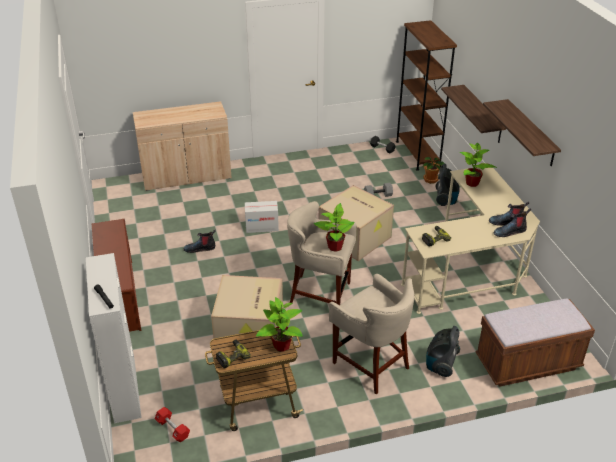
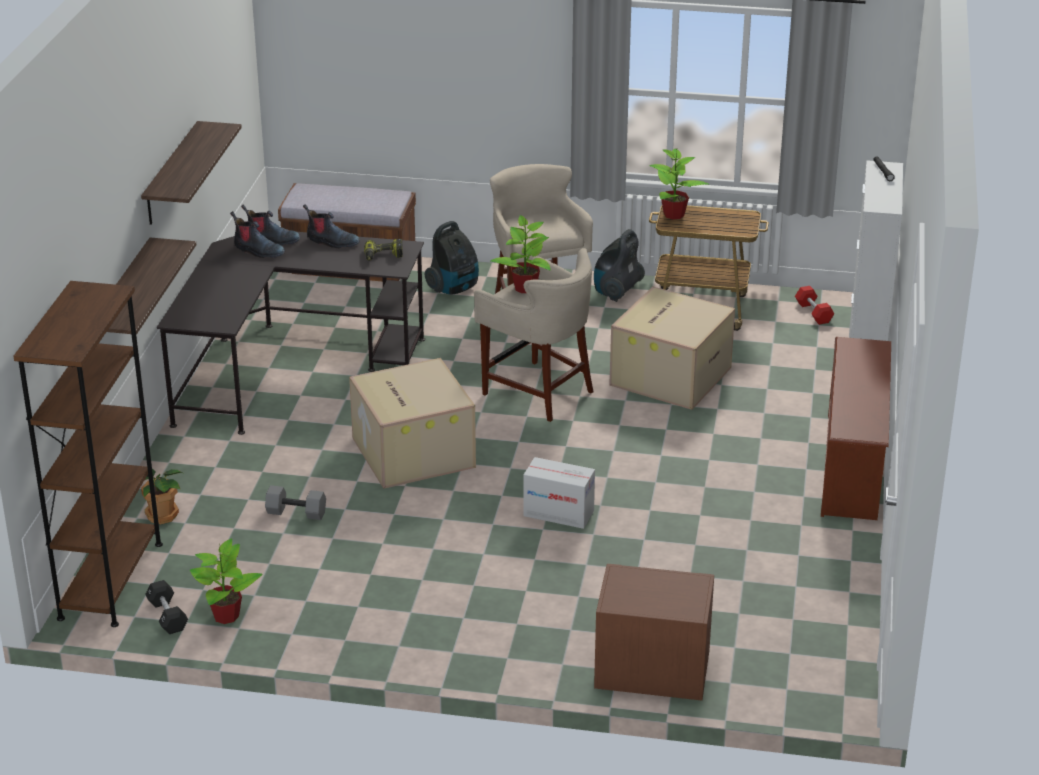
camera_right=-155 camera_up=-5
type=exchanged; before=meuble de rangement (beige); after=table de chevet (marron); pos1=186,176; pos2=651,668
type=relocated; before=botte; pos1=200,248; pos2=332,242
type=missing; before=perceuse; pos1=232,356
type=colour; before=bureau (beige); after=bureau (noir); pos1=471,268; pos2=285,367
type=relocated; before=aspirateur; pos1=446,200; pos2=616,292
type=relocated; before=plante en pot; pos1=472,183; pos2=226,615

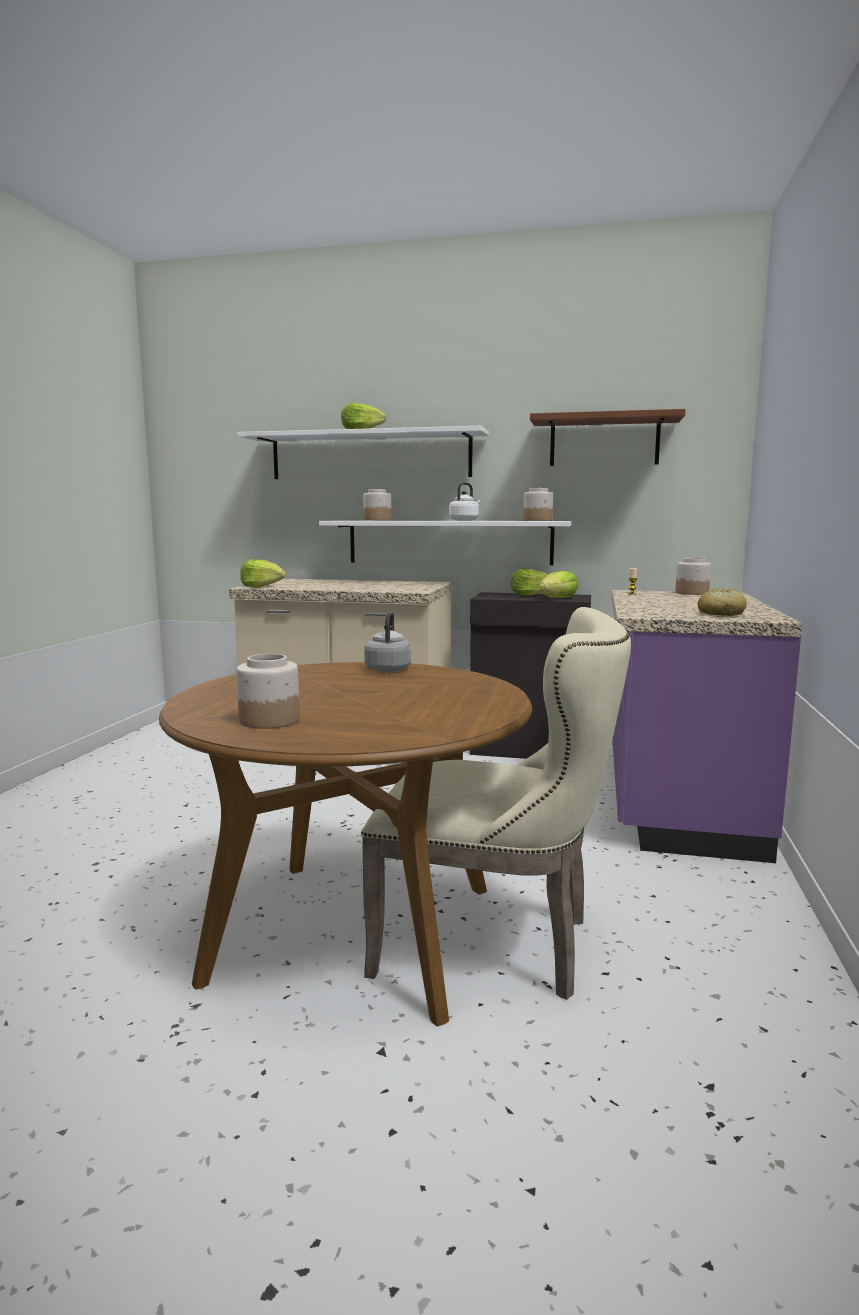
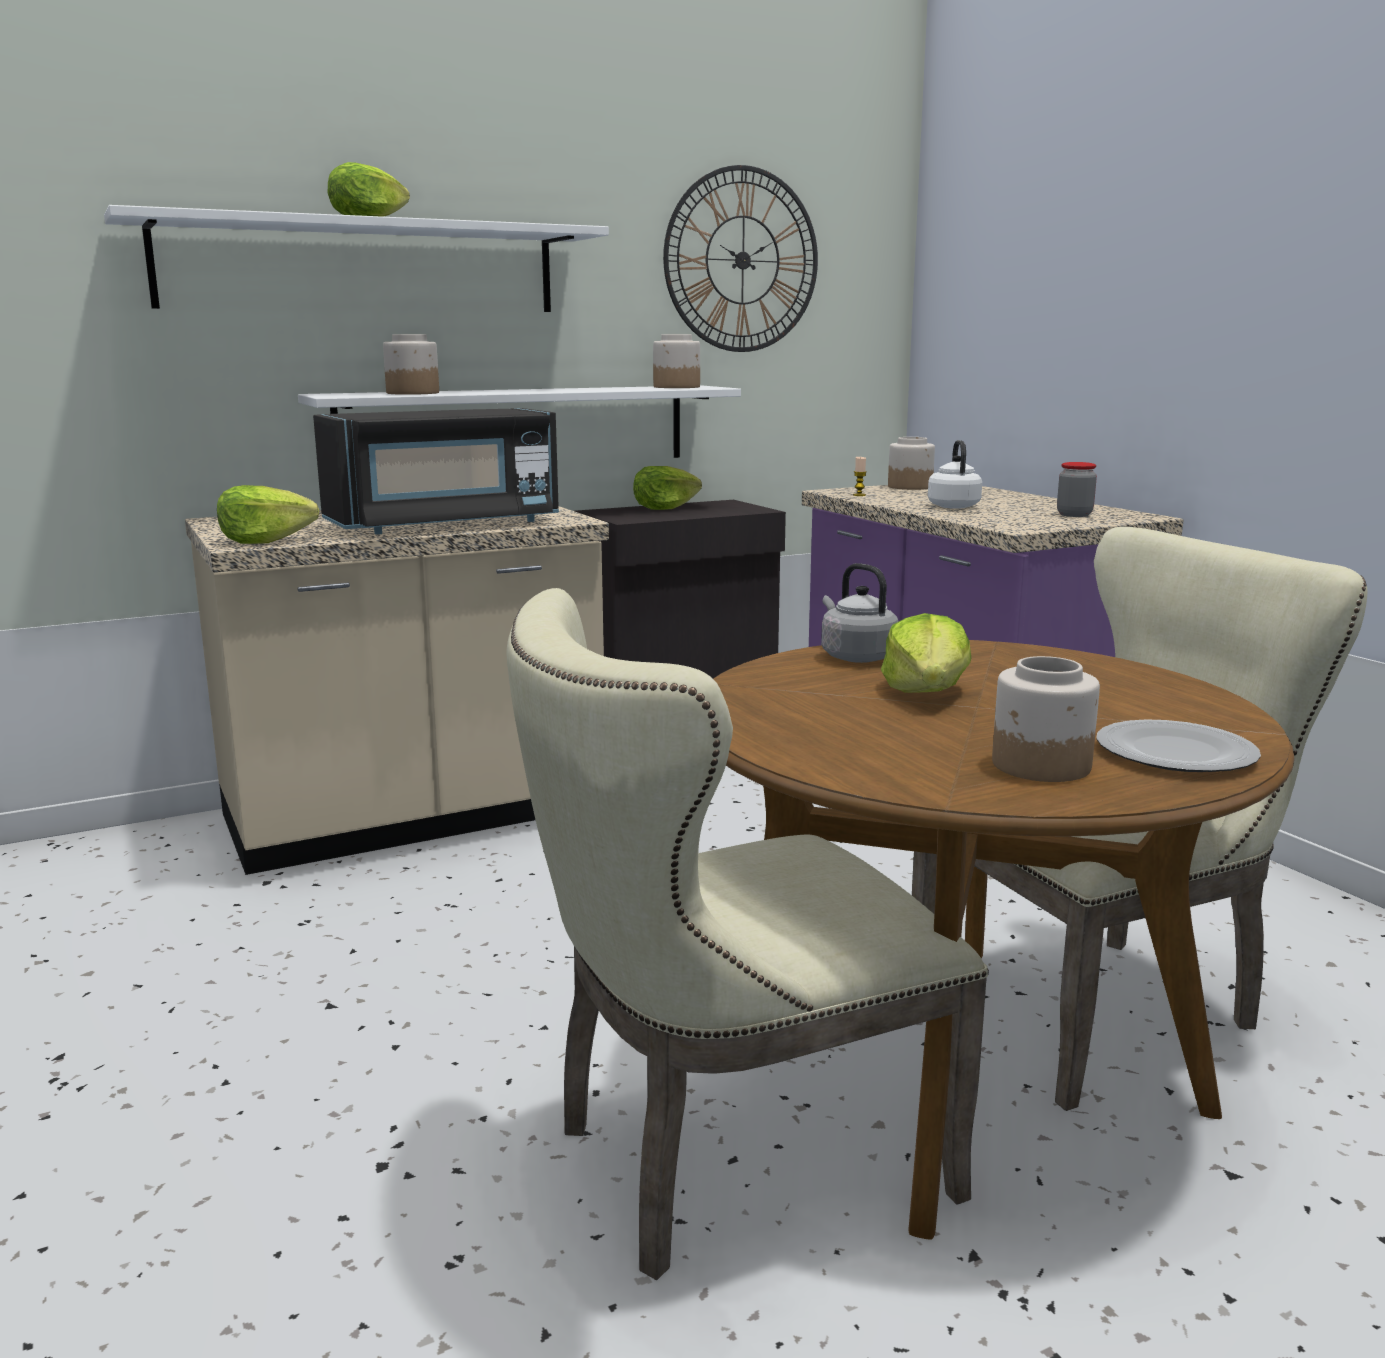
camera_right=-40 camera_up=5
type=relocated; before=bouilloire (blanc); pos1=465,520; pos2=953,506
type=exchanged; before=étagère (marron); after=horloge murale; pos1=604,441; pos2=742,260
type=relocated; before=laitue; pos1=558,598; pos2=926,693
type=exchanged; before=pain; after=bocal; pos1=721,613; pos2=1074,515
type=appeared; after=micro-ondes (noir); pos2=444,524
type=appeared; after=chaise (beige); pos2=726,1160
type=appeared; after=assiette; pos2=1175,754

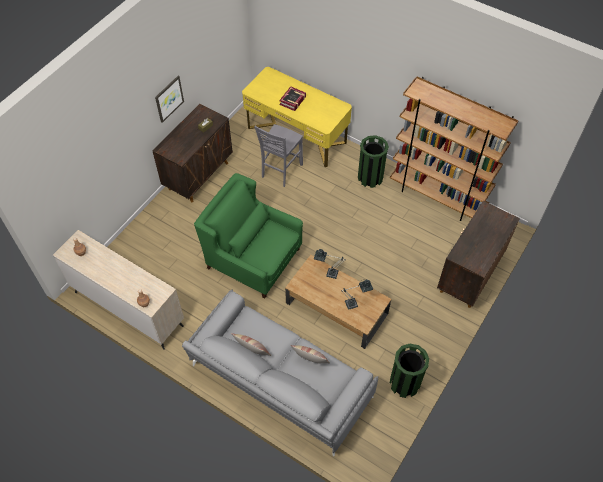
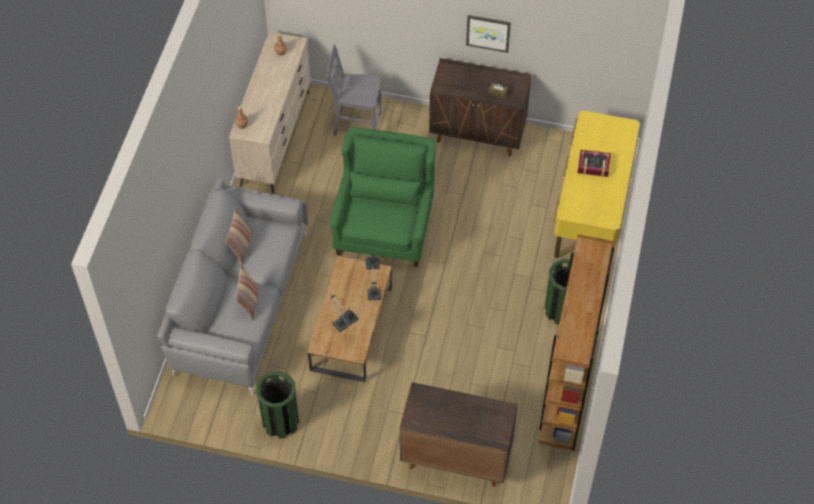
camera_right=70 camera_up=0
type=relocated; before=chaise (gris); pos1=280,171; pos2=356,125

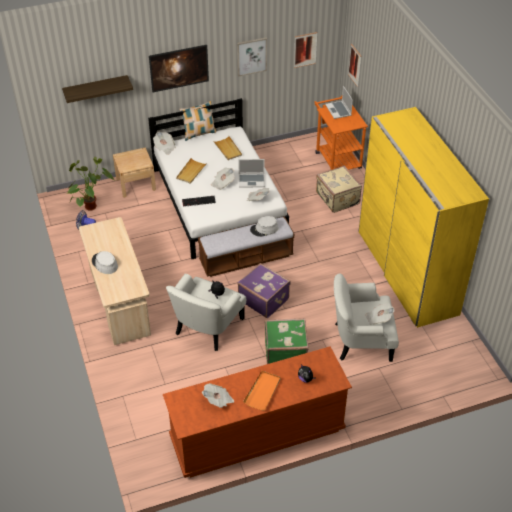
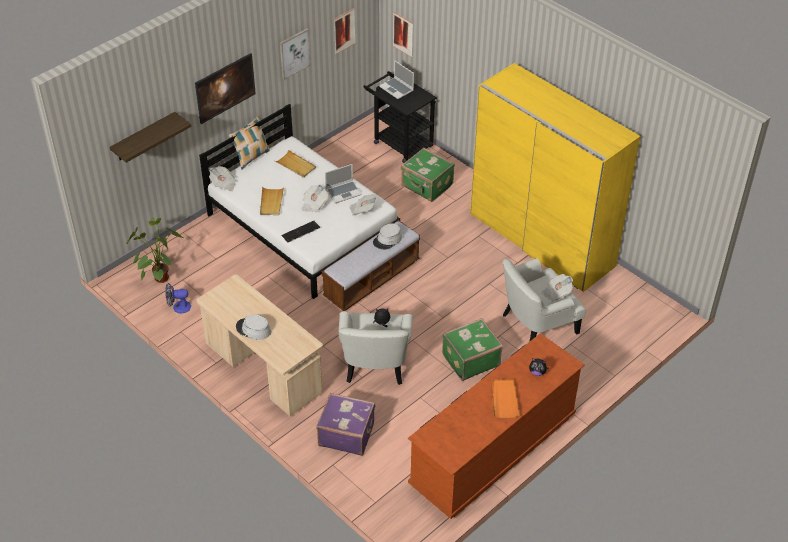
camera_right=-25 camera_up=0
type=missing; before=table de chevet (beige); pos1=136,184
type=missing; before=journal; pos1=218,400
type=relocated; before=valise (violet); pos1=264,299; pos2=346,434
type=colour; before=chariot (orange); after=chariot (noir); pos1=336,158; pos2=399,142
type=colour; before=valise (beige); after=valise (vert); pos1=337,199; pos2=426,186

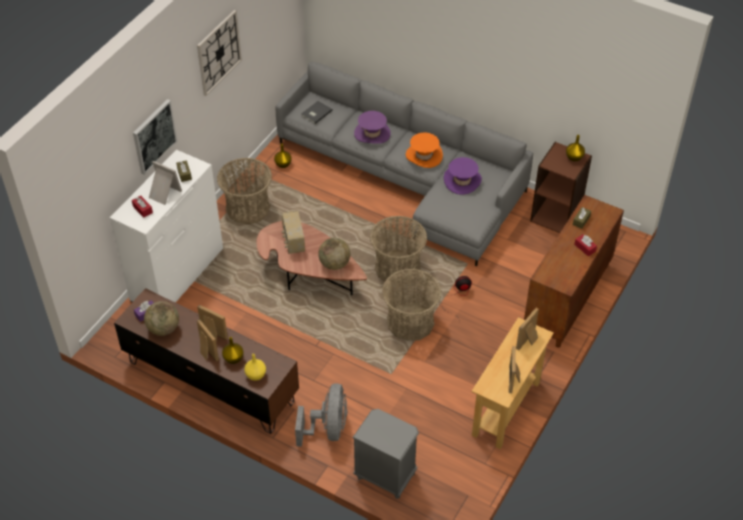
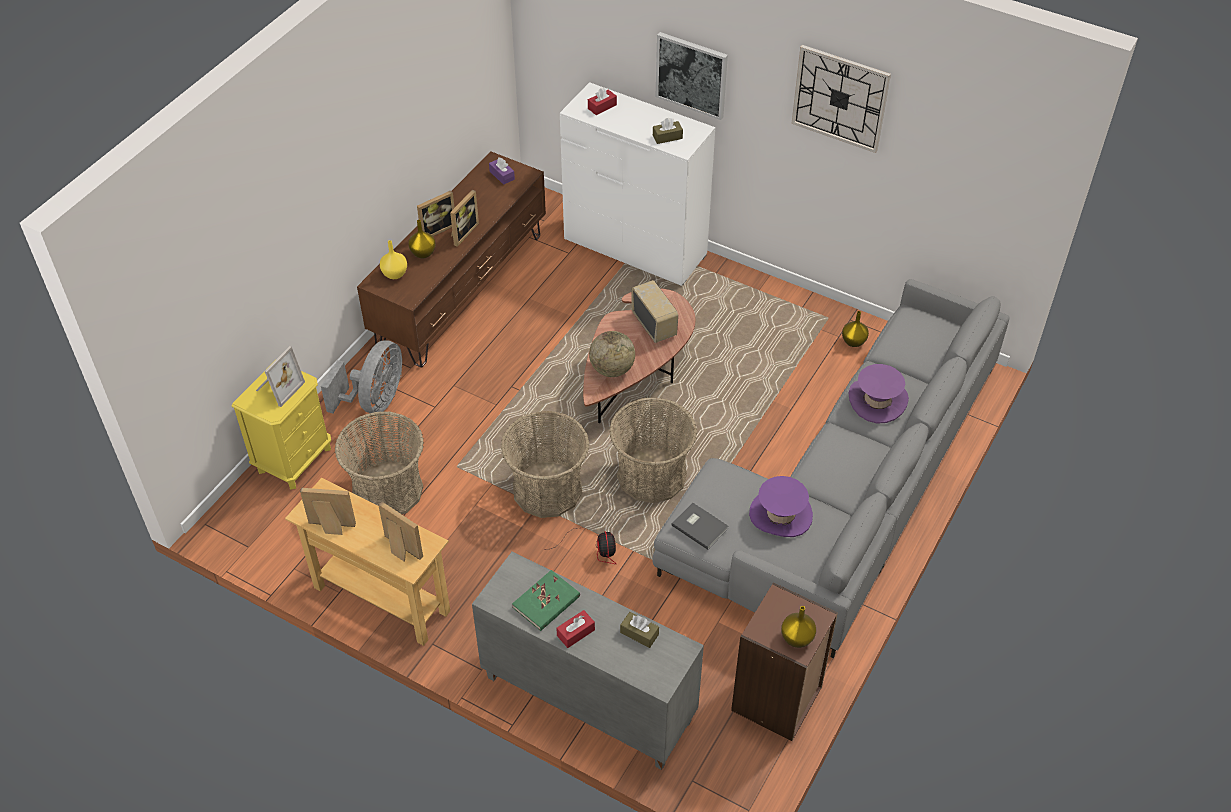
camera_right=90 camera_up=0
type=missing; before=globe; pos1=163,328
type=relocated; before=cadre photo; pos1=163,194; pos2=278,387
type=relocated; before=panier; pos1=247,208; pos2=388,490
type=spun; before=radio; pos1=293,241; pos2=654,325; turn=75
type=spun; before=ventilateur (gris); pos1=328,429; pos2=375,401; turn=-75
type=relocated; before=livre (gris); pos1=316,113; pos2=700,526
type=colour; before=table de chevet (gris); after=table de chevet (jaune); pos1=385,475; pos2=294,459
type=missing; before=chapeau (orange); pos1=424,156
type=colour; before=meuble de rangement (marron); after=meuble de rangement (gris); pos1=567,299; pos2=586,699
type=appeared; after=livre (vert); pos2=546,602

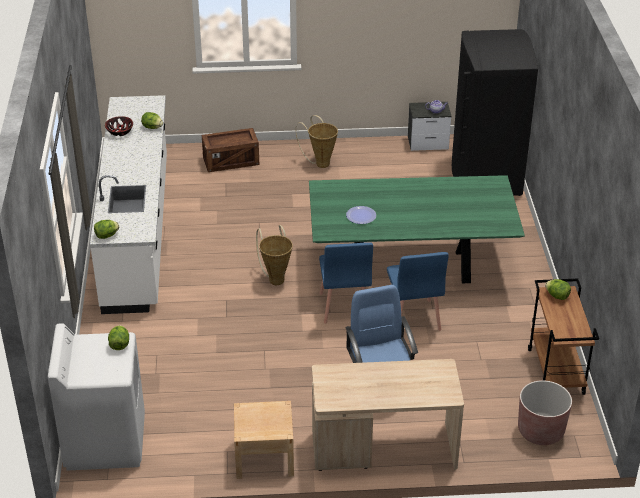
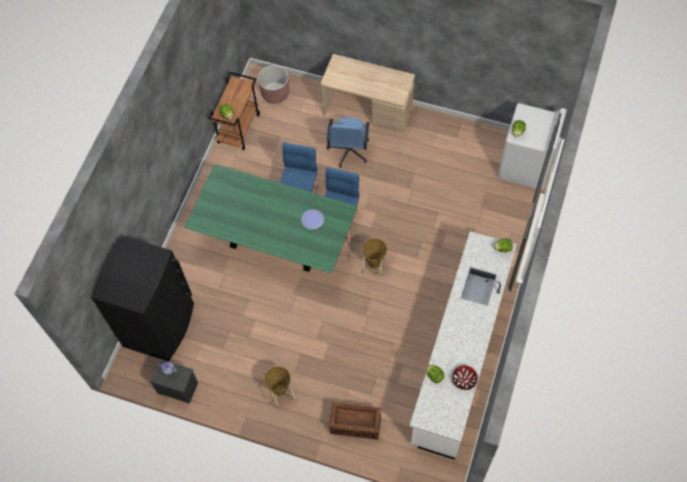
camera_right=-155 camera_up=25
type=missing; before=table de chevet (beige); pos1=264,458

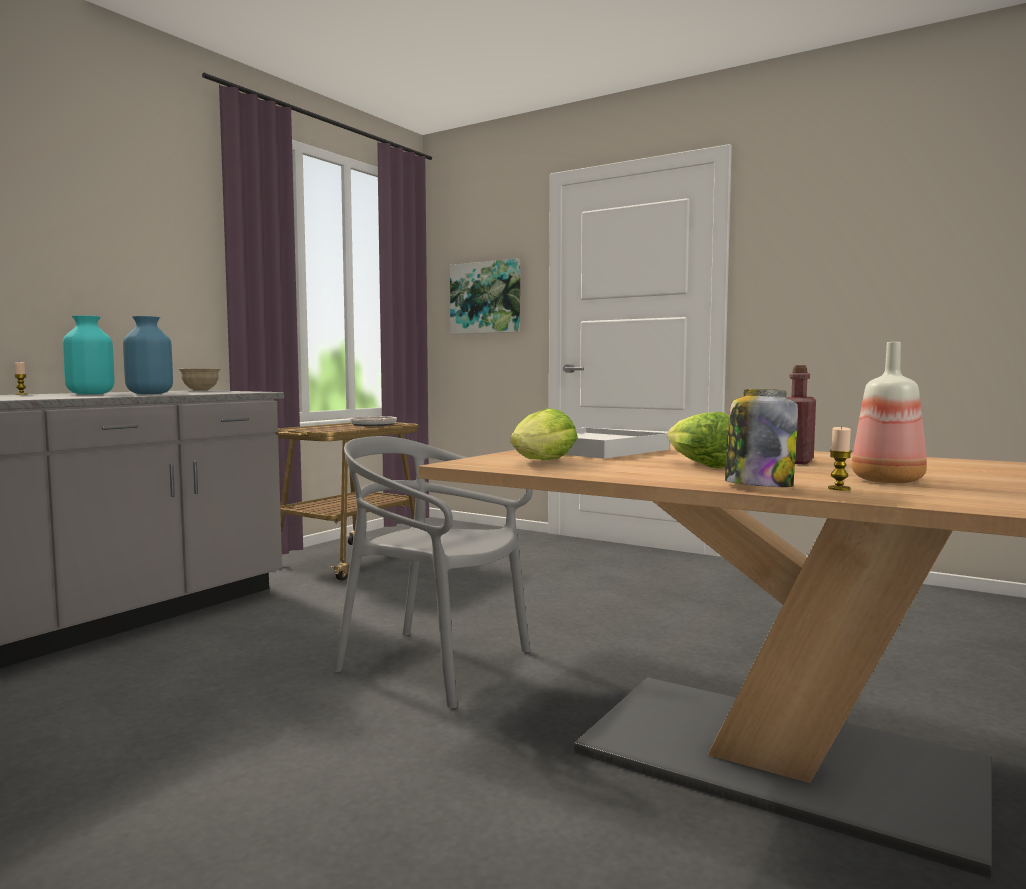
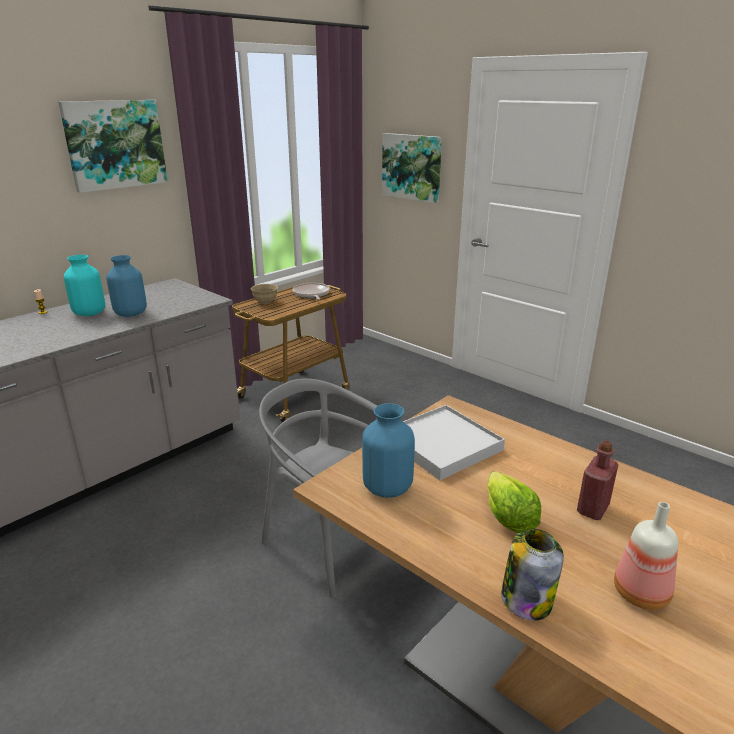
camera_right=10 camera_up=20
type=relocated; before=bol (beige); pos1=200,390; pos2=265,302
type=exchanged; before=laitue; after=vase (bleu); pos1=542,462; pos2=388,488
type=missing; before=bougie; pos1=838,488
type=appeared; after=tableau; pos2=115,144

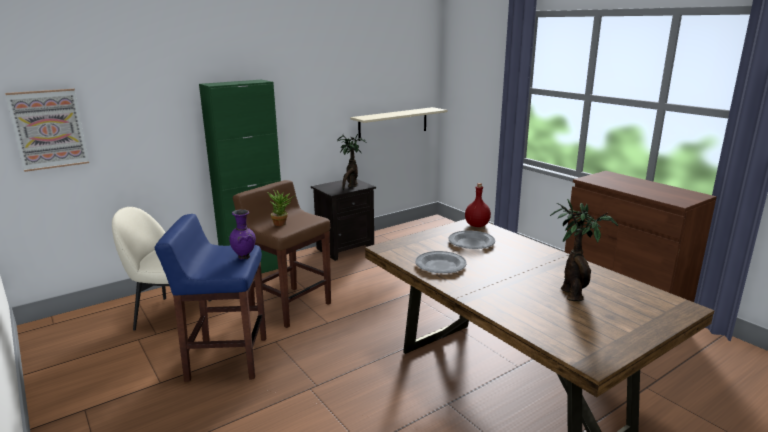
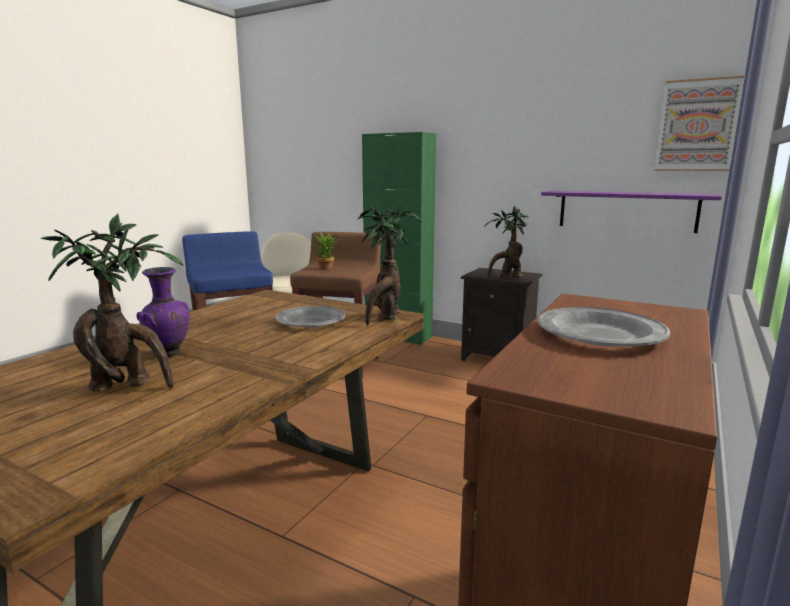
camera_right=65 camera_up=-5
type=relocated; before=tableau; pos1=49,129; pos2=697,126
type=relocated; before=vase (violet); pos1=245,257; pos2=169,354
type=colour; before=étagère (beige); after=étagère (violet); pos1=393,123; pos2=626,210
type=relocated; before=assiette (gris); pos1=440,265; pos2=599,334
type=exchanged; before=bouteille (rouge); after=plante en pot; pos1=477,225; pos2=385,318

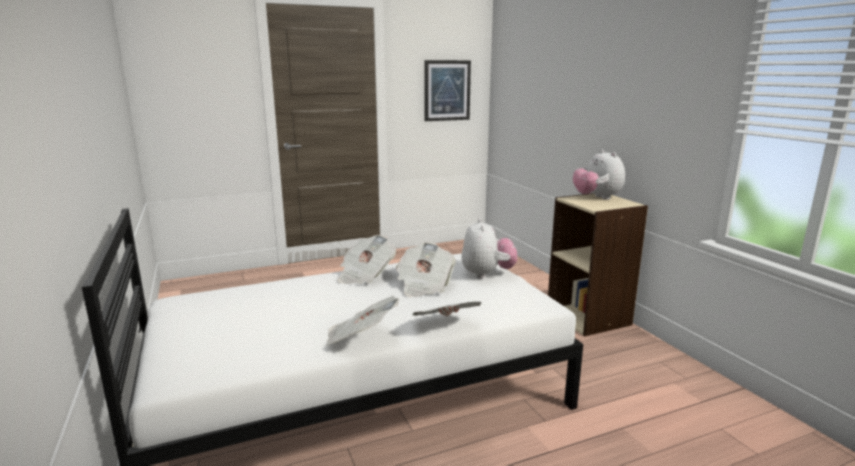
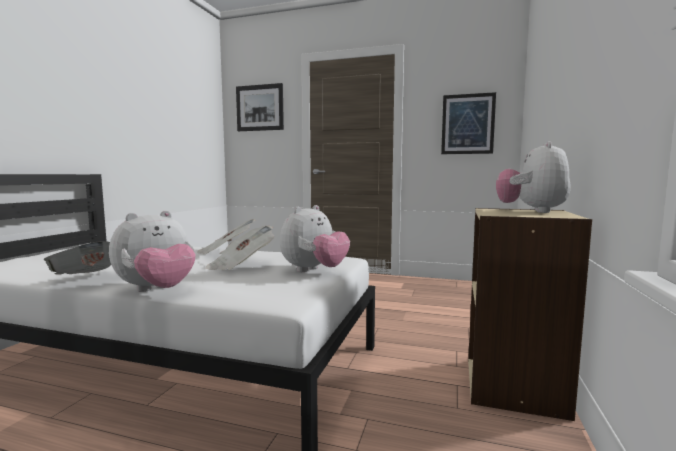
camera_right=40 camera_up=-10
type=exchanged; before=journal; after=peluche; pos1=445,327; pos2=157,290
type=appeared; after=tableau; pos2=259,108

